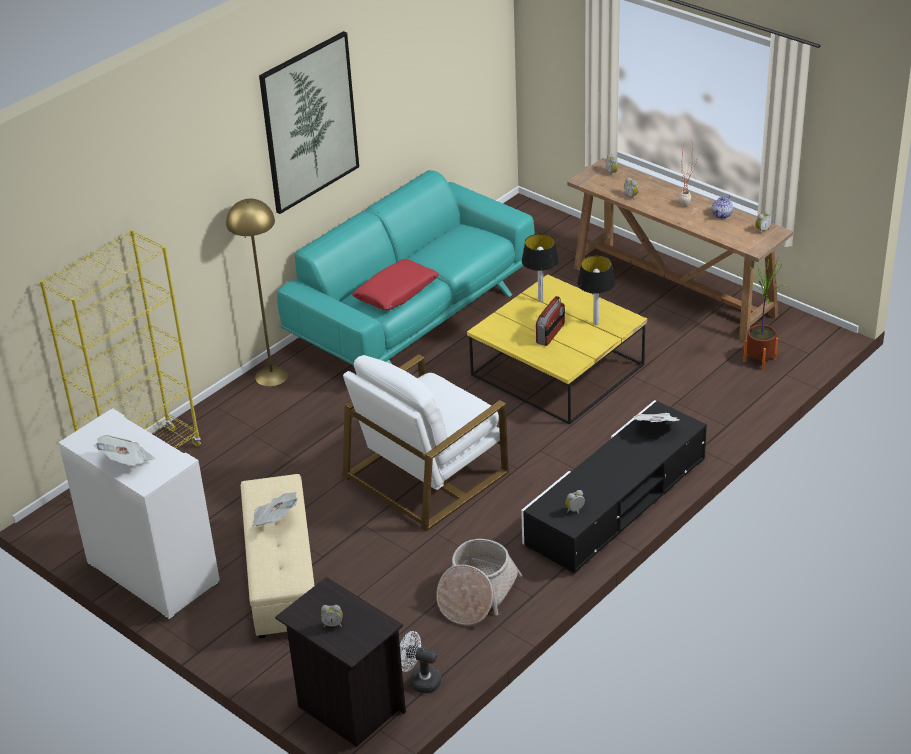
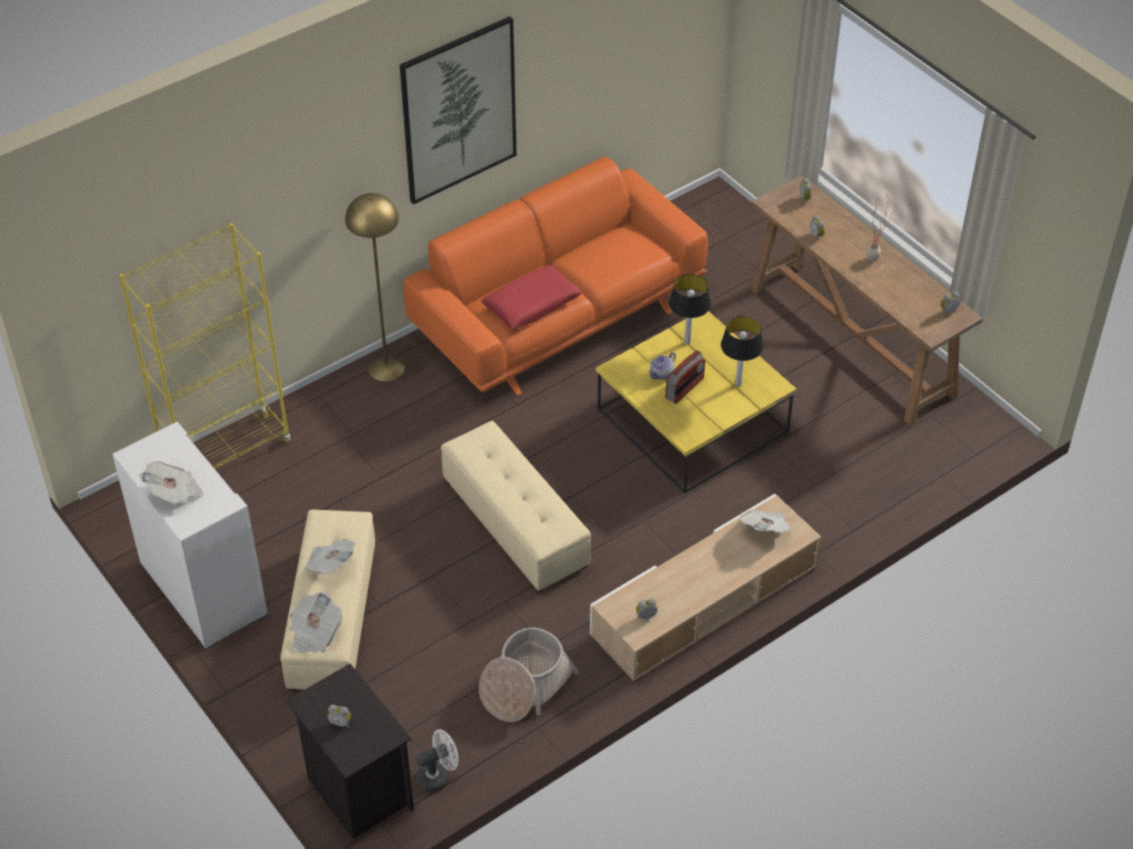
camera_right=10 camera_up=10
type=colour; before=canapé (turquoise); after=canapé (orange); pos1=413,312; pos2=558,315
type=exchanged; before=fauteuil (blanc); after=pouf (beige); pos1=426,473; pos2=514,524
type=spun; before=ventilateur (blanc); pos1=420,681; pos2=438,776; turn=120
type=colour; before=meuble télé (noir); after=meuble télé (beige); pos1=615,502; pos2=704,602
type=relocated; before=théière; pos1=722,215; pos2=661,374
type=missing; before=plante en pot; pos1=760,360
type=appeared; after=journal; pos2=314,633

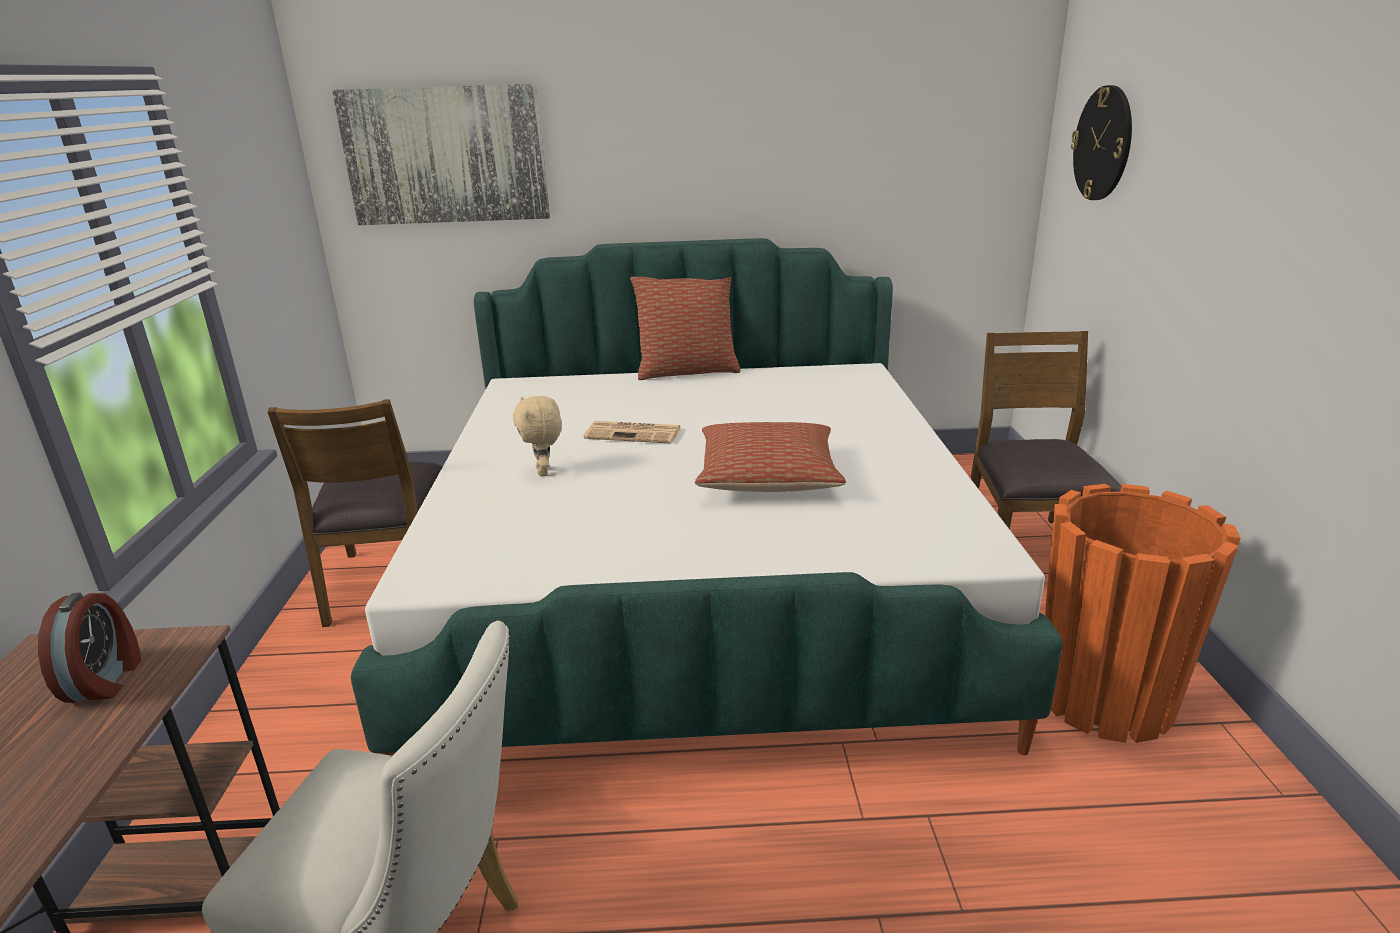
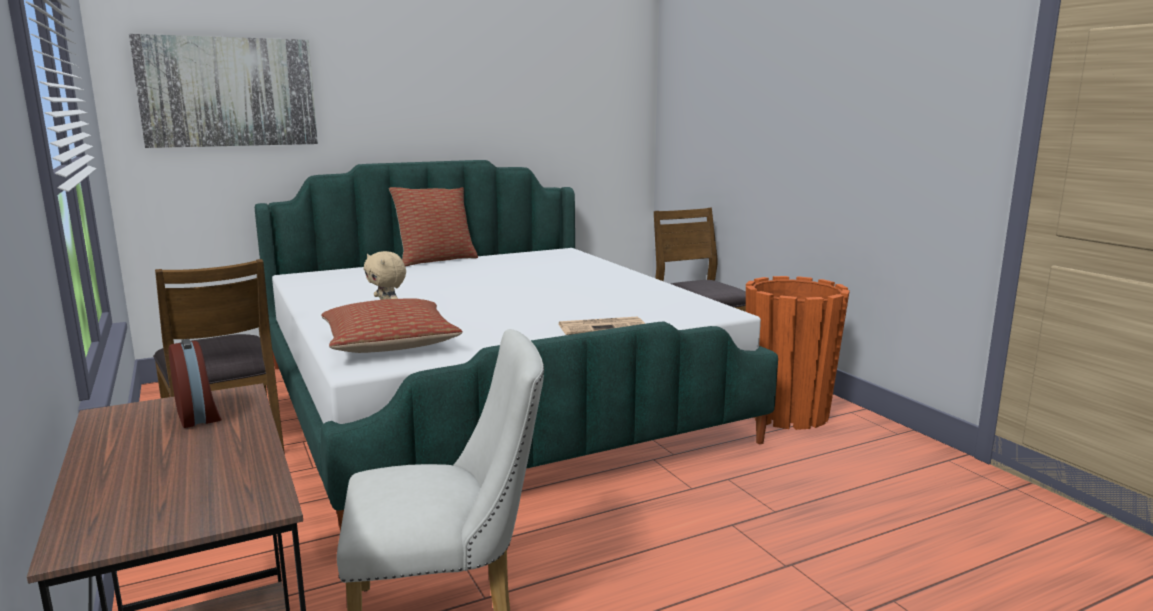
camera_right=-25 camera_up=-10
type=relocated; before=journal; pos1=634,433; pos2=603,327
type=relocated; before=coussin; pos1=767,476; pos2=390,344
type=missing; before=horloge murale; pos1=1103,143

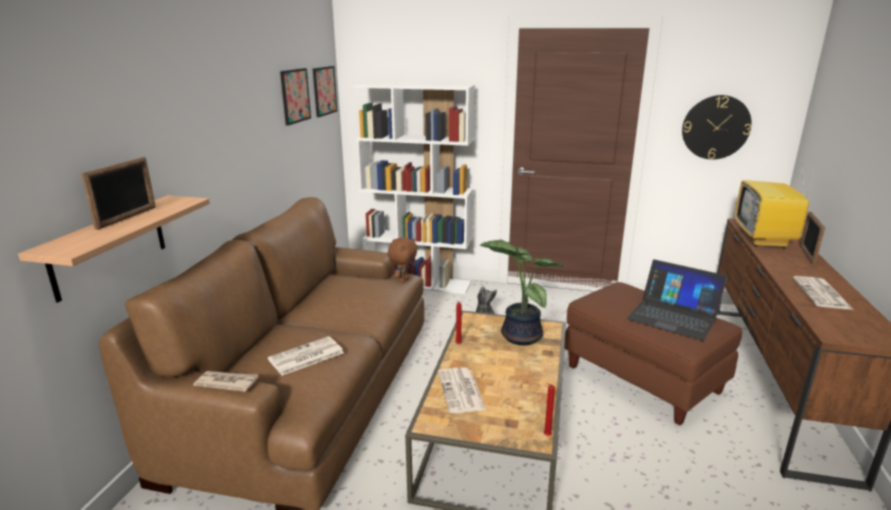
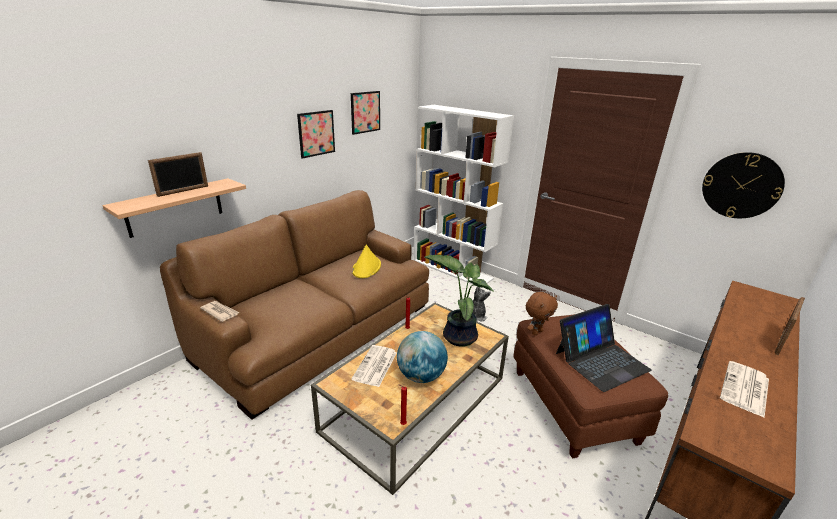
camera_right=25 camera_up=5
type=missing; before=journal; pos1=305,357
type=relocated; before=tableau; pos1=324,91; pos2=316,133
type=relocated; before=peluche (marron); pos1=403,280; pos2=536,332
type=spun; before=ordinateur portable; pos1=673,316; pos2=601,360; turn=-90
type=missing; before=téléviseur; pos1=764,240
type=appeared; after=chapeau (jaune); pos2=366,268
type=appeared; after=globe; pos2=421,376

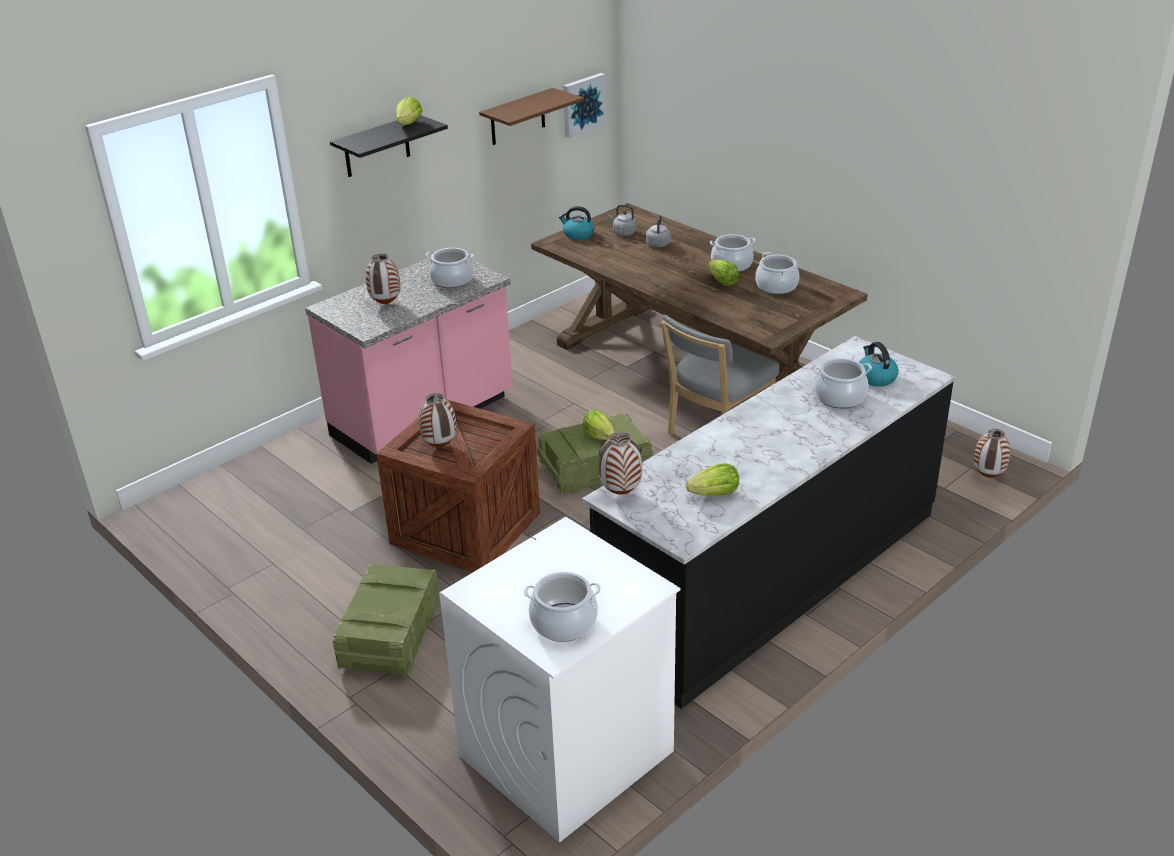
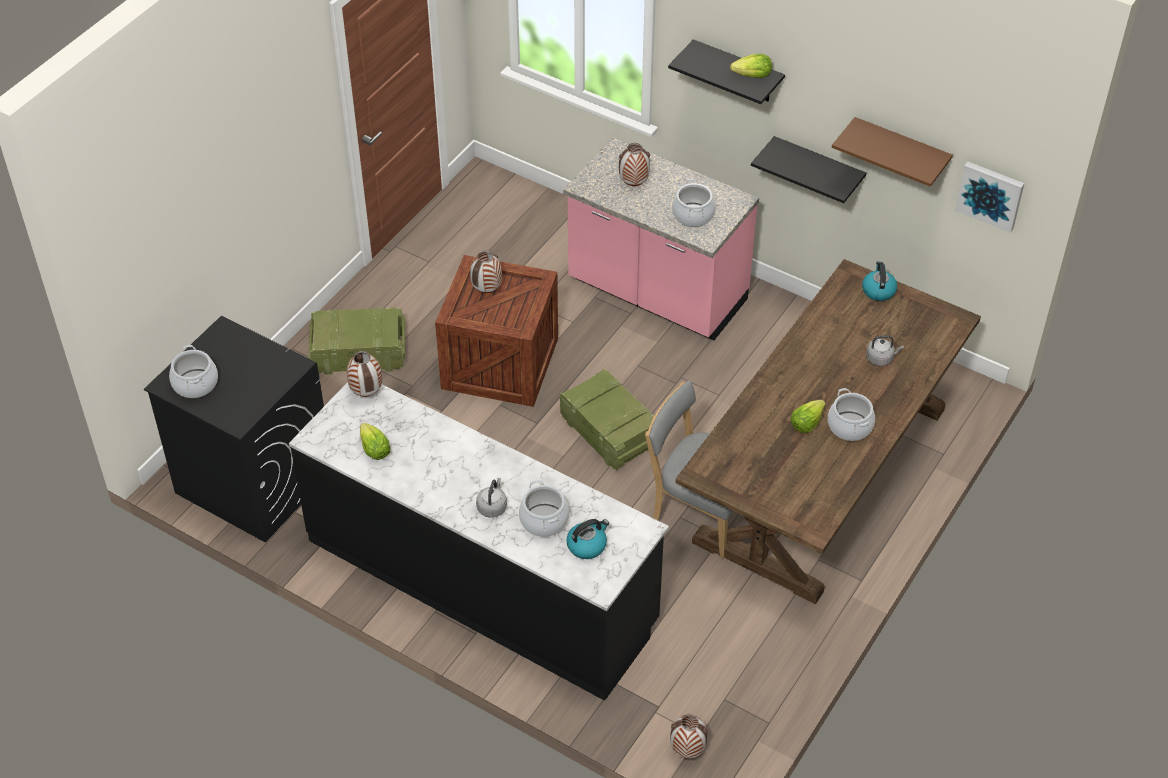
camera_right=75 camera_up=15
type=colour; before=lave-linge (blanc); after=lave-linge (noir); pos1=565,754; pos2=253,480
type=missing; before=laitue; pos1=599,436
type=relocated; before=bouilloire (gris); pos1=623,232; pos2=492,507
type=missing; before=marmite; pos1=776,286
type=appeared; after=étagère (noir); pos2=818,168

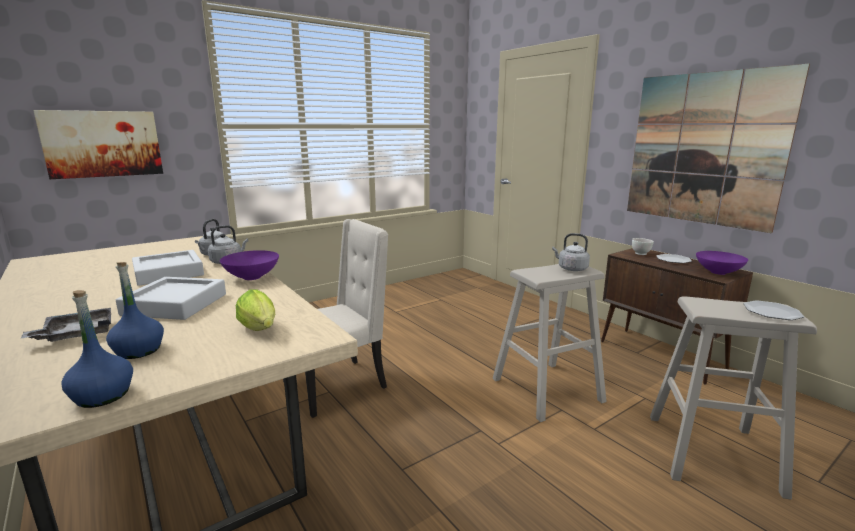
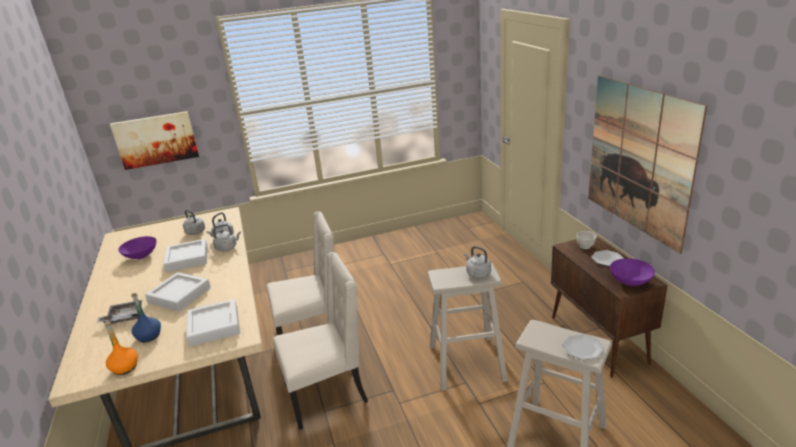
camera_right=20 camera_up=10
type=colour; before=bouteille (bleu); after=bouteille (orange); pos1=103,395; pos2=125,367
type=relocated; before=bol (violet); pos1=251,277; pos2=141,256
type=exchanged; before=laitue; after=plateau (gris); pos1=260,330; pos2=214,326
type=appeared; after=bouilloire (gris); pos2=196,232
type=appeared; after=chaise (beige); pos2=328,394

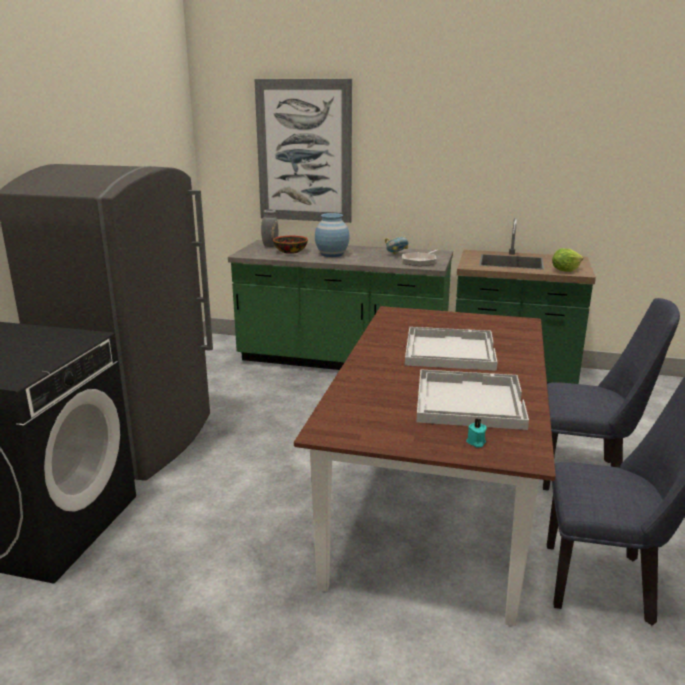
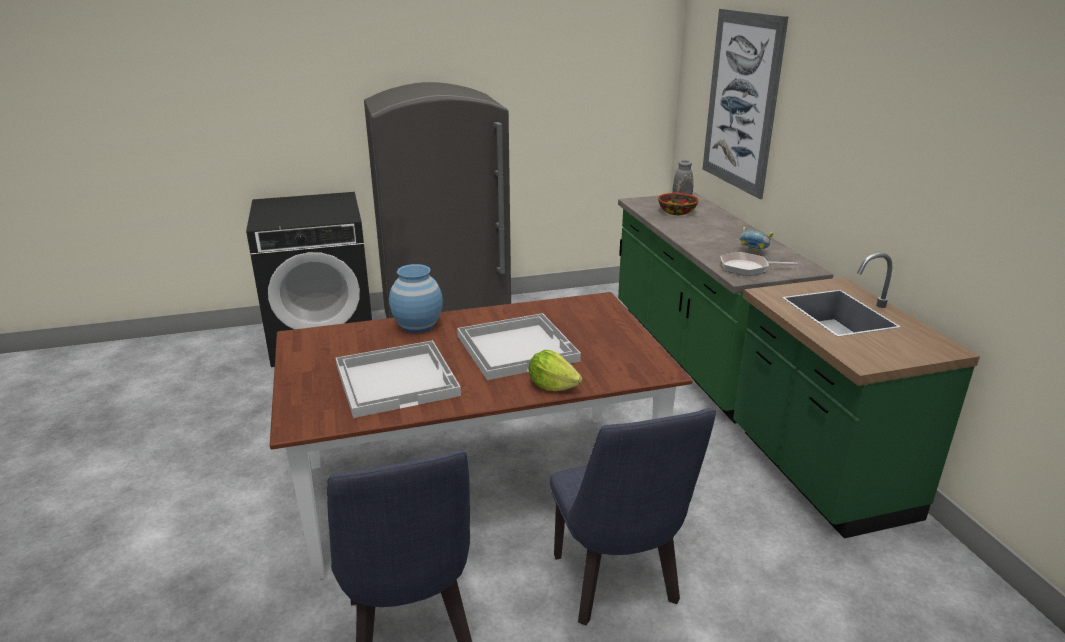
camera_right=60 camera_up=5
type=relocated; before=vase (bleu); pos1=332,254; pos2=418,325
type=missing; before=bougie (turquoise); pos1=476,442
type=relocated; before=laitue; pos1=565,270; pos2=552,386

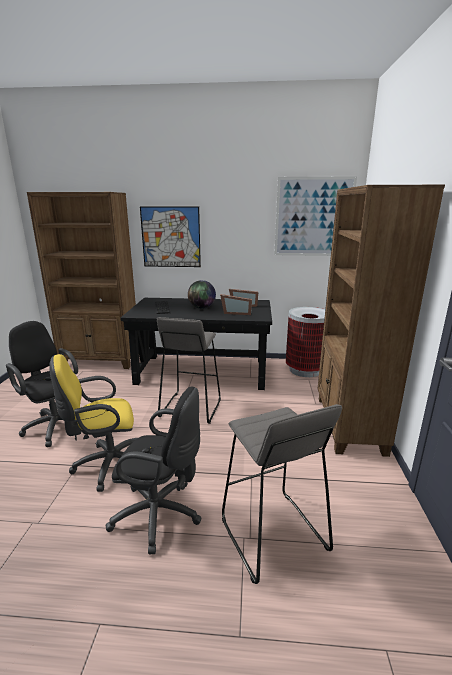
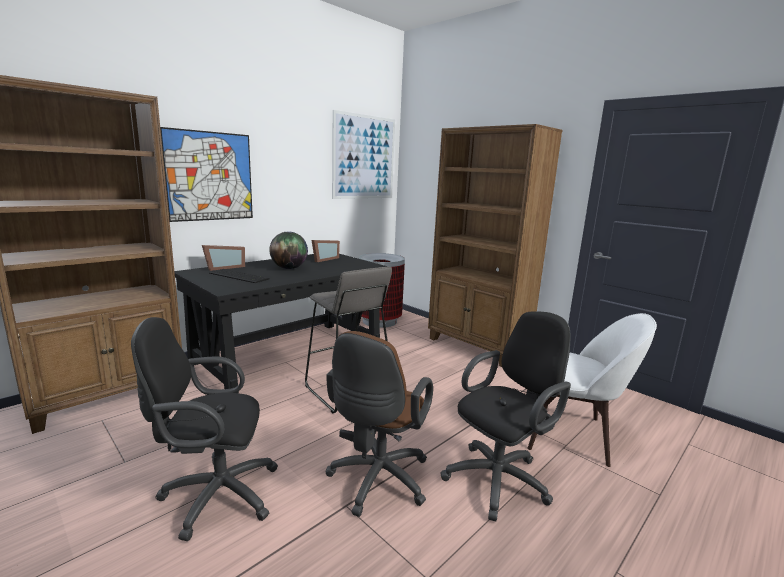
camera_right=-50 camera_up=-5
type=colour; before=chaise de bureau (jaune); after=chaise de bureau (marron); pos1=107,465; pos2=376,482
type=relocated; before=cadre photo; pos1=236,313; pos2=224,267
type=exchanged; before=tabouret (gris); after=chaise (blanc); pos1=272,534; pos2=570,434

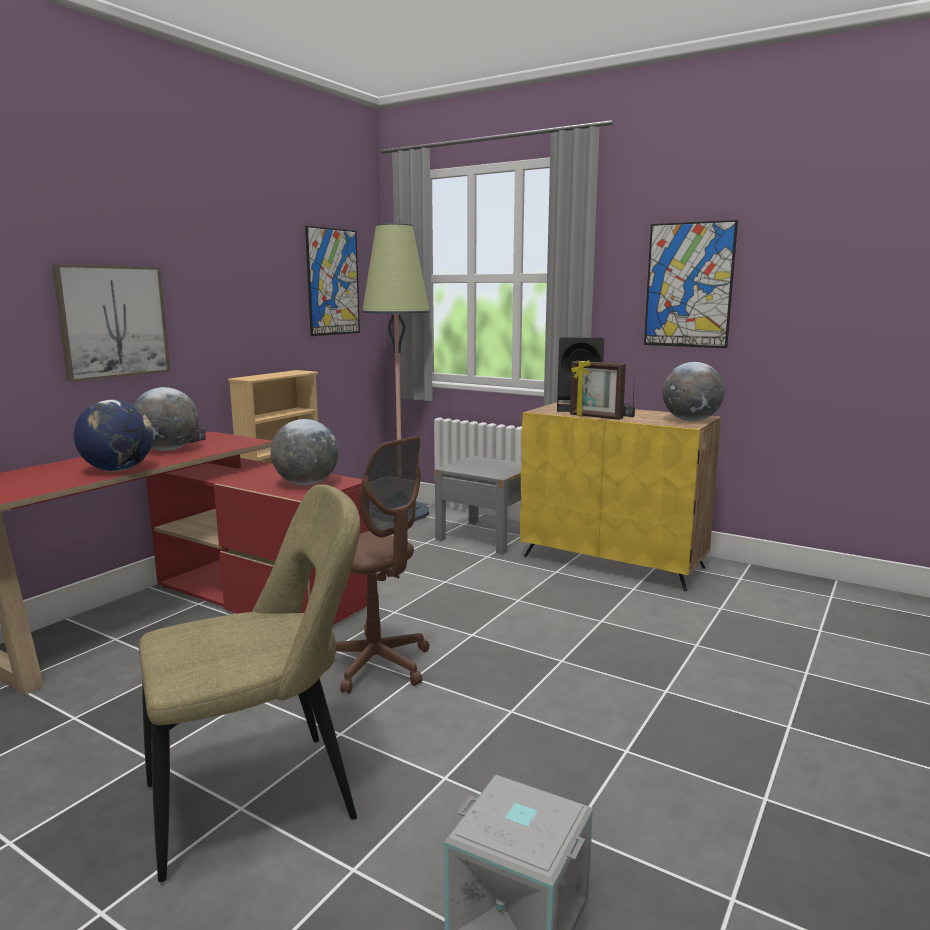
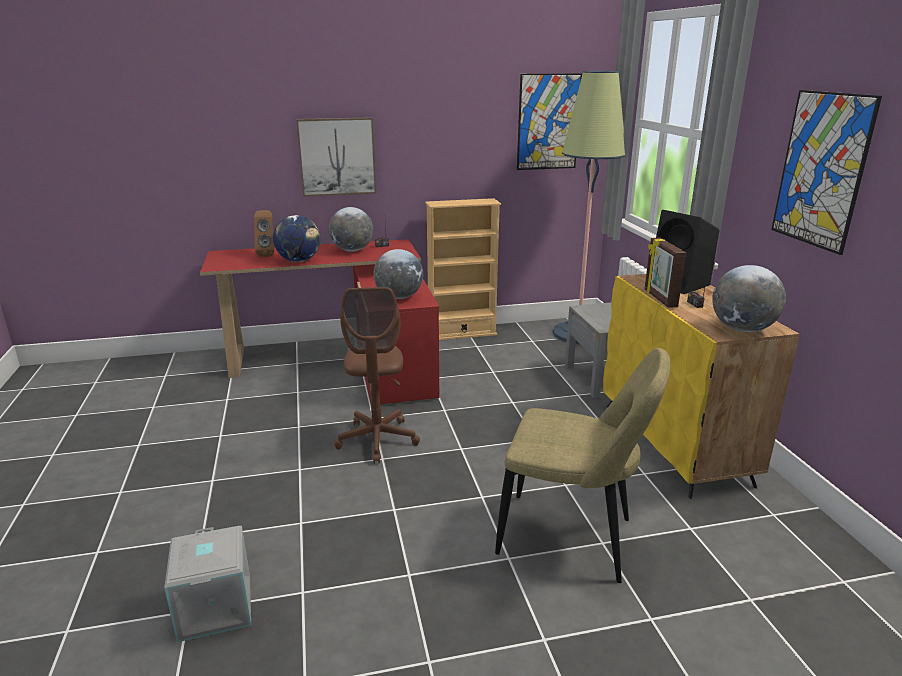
camera_right=45 camera_up=10
type=relocated; before=chaise (beige); pos1=261,799; pos2=572,538
type=appeared; after=enceinte (marron); pos2=268,254

